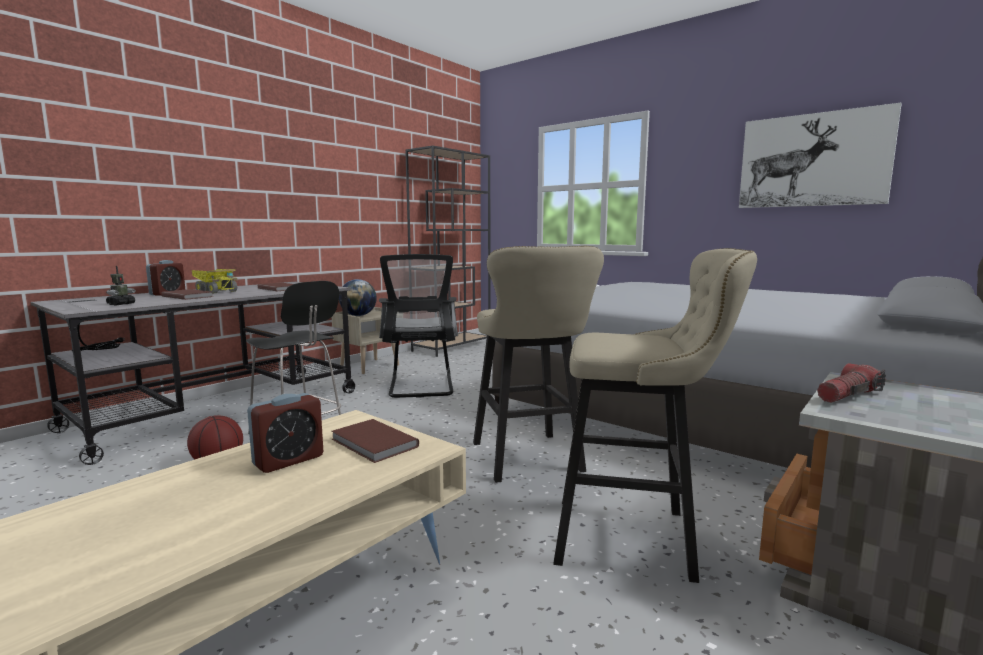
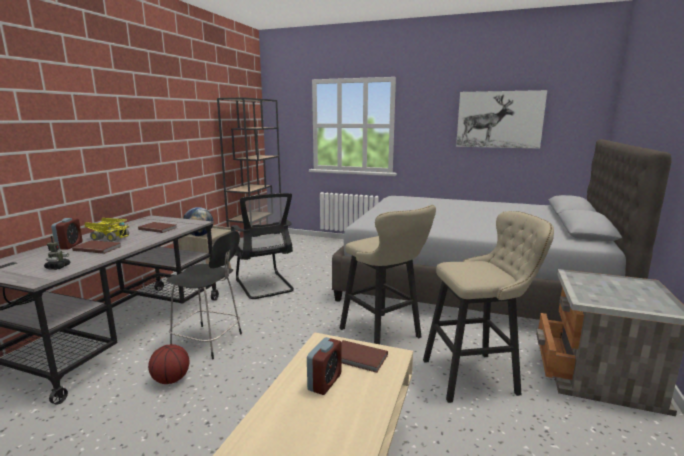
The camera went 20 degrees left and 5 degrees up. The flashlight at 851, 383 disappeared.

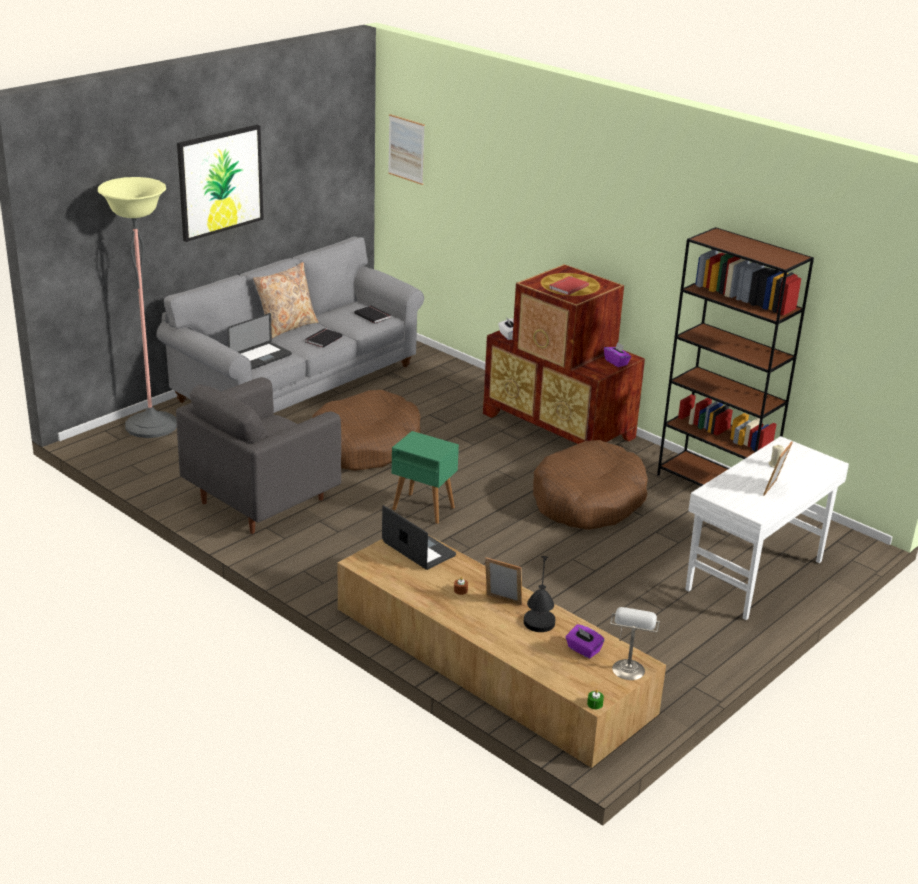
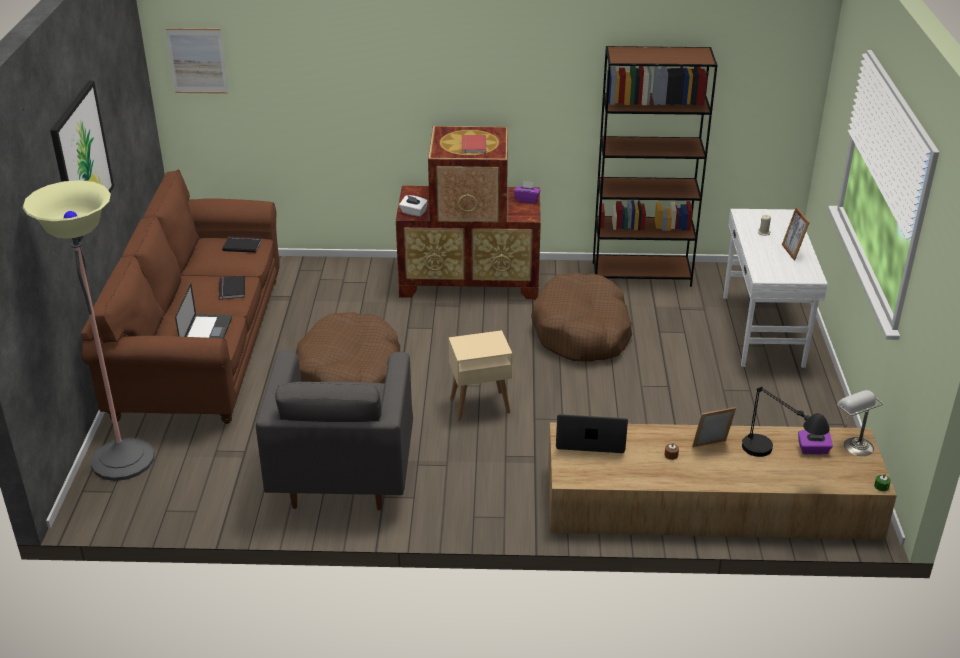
The camera went 40 degrees left and 5 degrees up. The beige throw pillow at 285, 300 disappeared. The greyish couch at 290, 325 became the brownish couch at 180, 296. The green-coloured accent table at 425, 477 became the beige accent table at 480, 375.

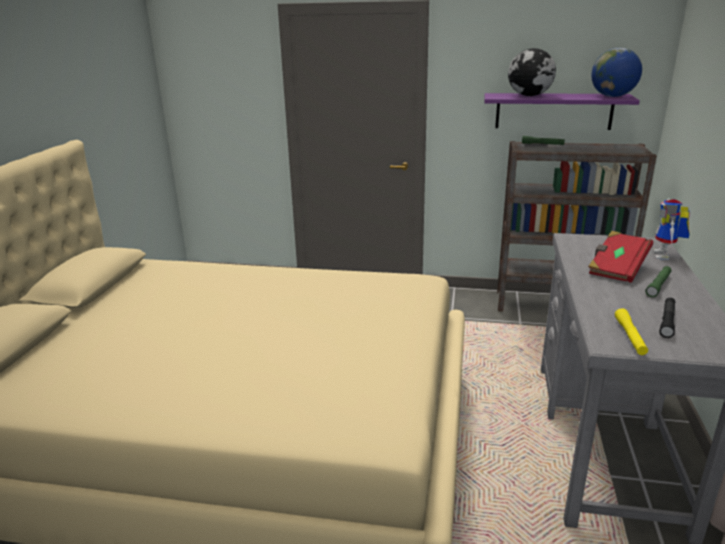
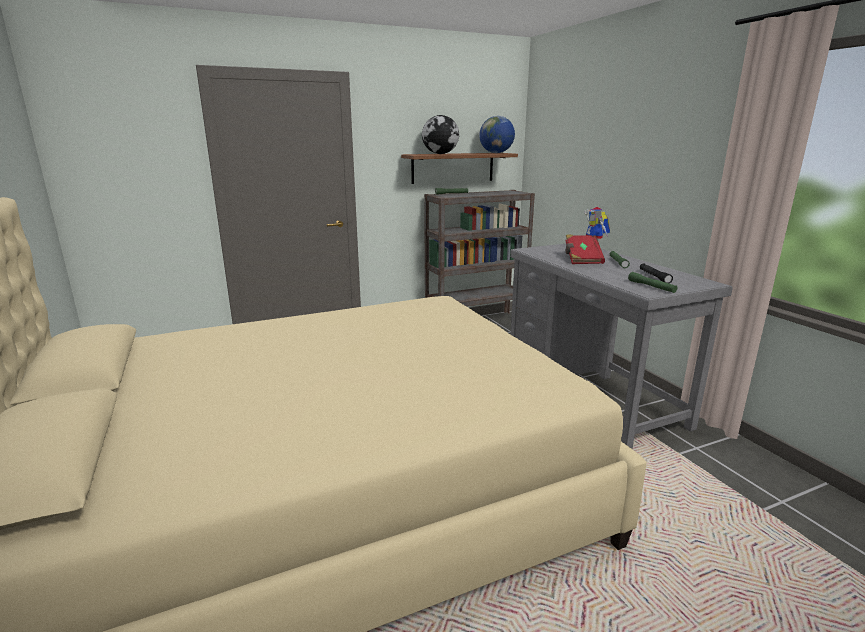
The camera went 35 degrees left and 5 degrees down. The purplish shelf at 562, 111 became the brownish shelf at 459, 168. The yellow-coloured flashlight at 631, 331 became the green-coloured flashlight at 652, 282.

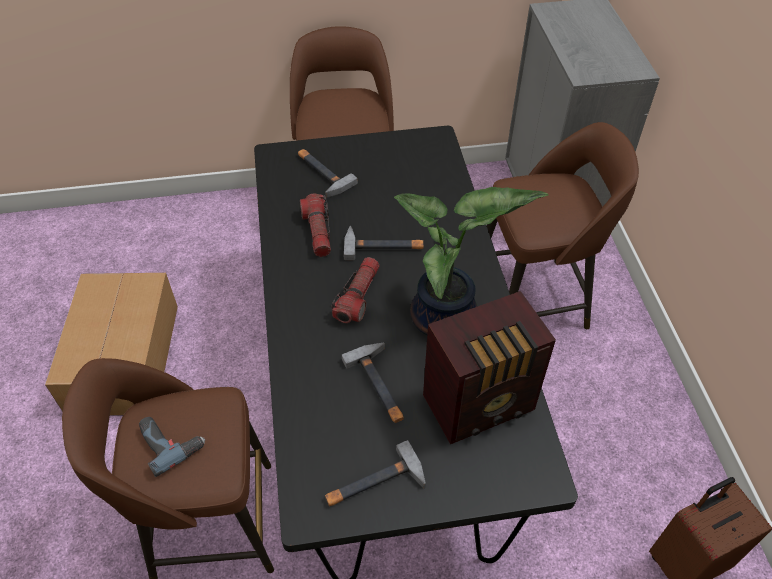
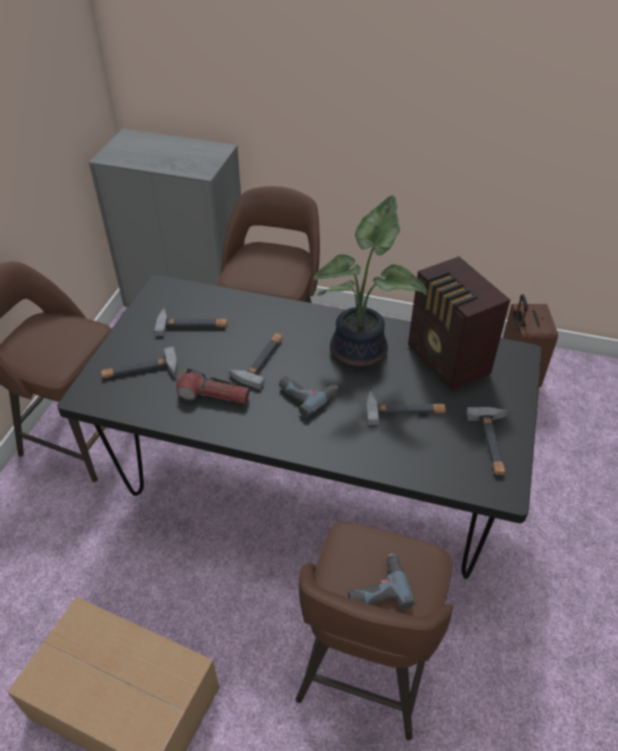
The camera went 65 degrees left and 5 degrees down. The tool hammer at 190, 322 appeared. The flashlight at 356, 290 was replaced by the drill at 308, 396. The radio receiver at 489, 367 turned 150 degrees clockwise.

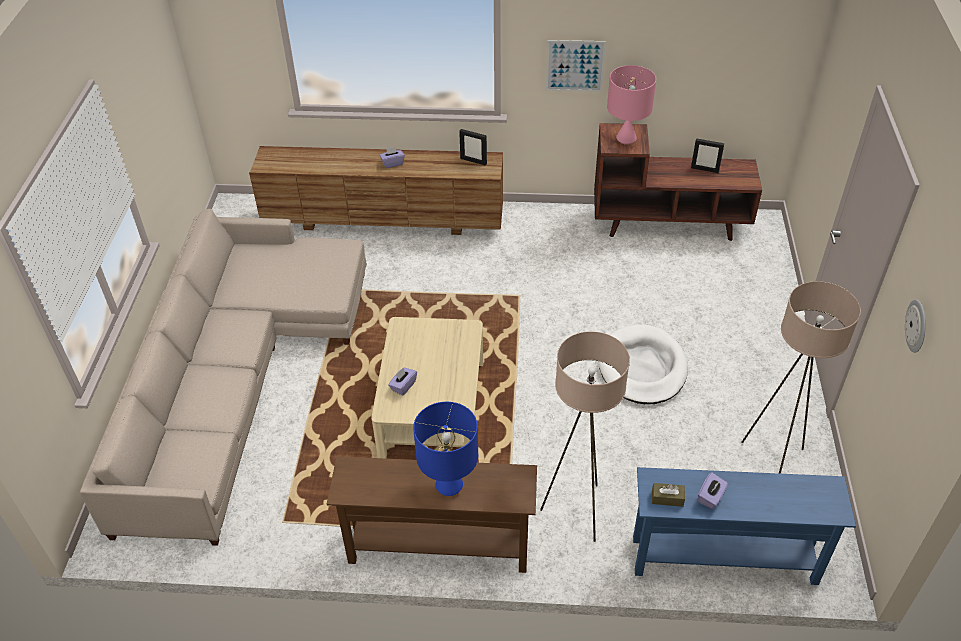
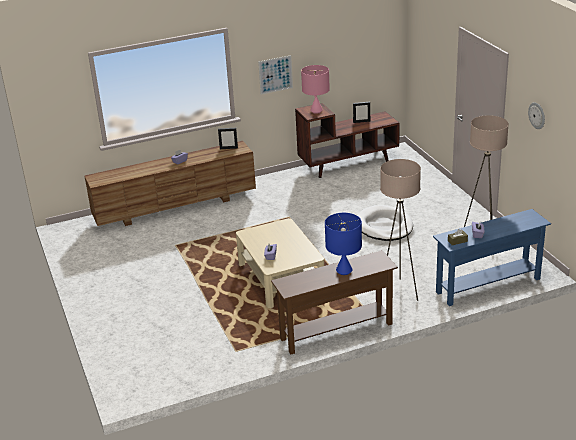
The camera went 25 degrees left and 15 degrees down. The beige couch at 223, 377 disappeared.

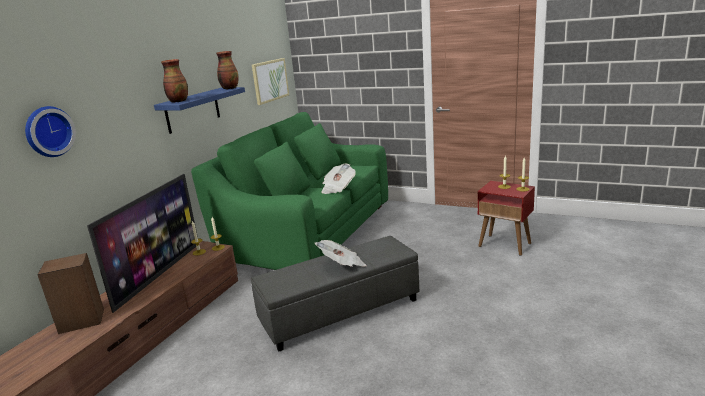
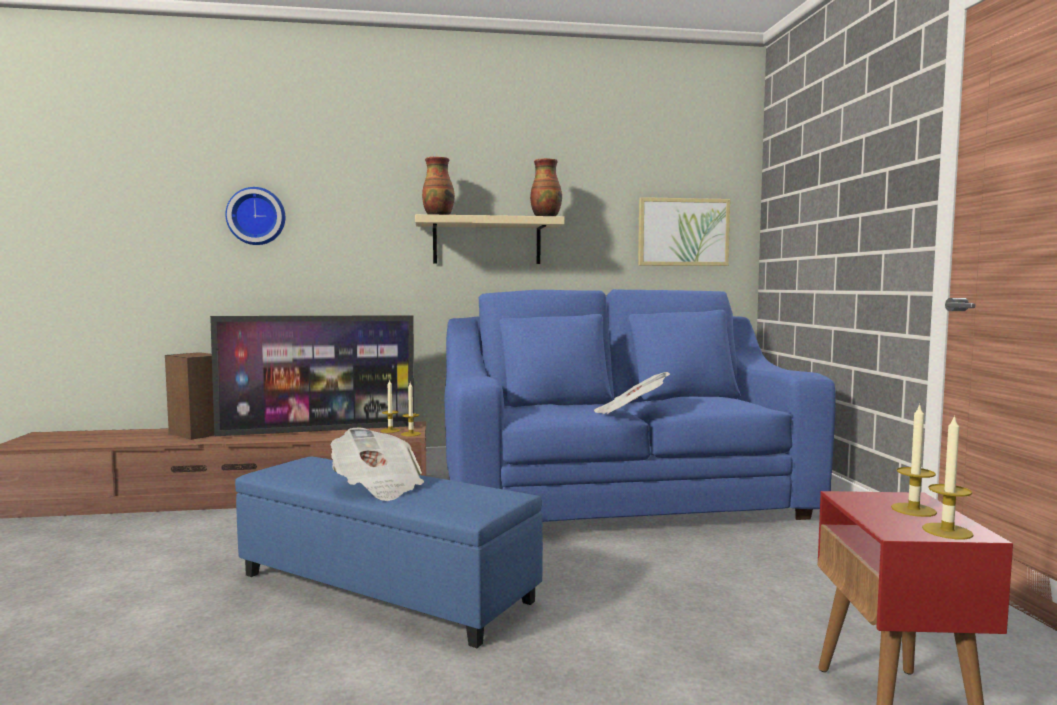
The camera went 55 degrees right and 15 degrees down. The bluish shelf at 199, 110 became the beige shelf at 490, 239. The green-coloured couch at 289, 191 became the bluish couch at 640, 405. The greyish pouffe at 335, 294 became the bluish pouffe at 389, 552.

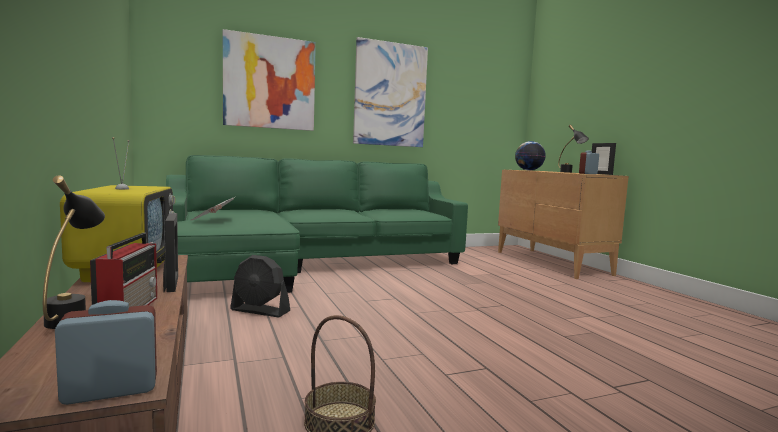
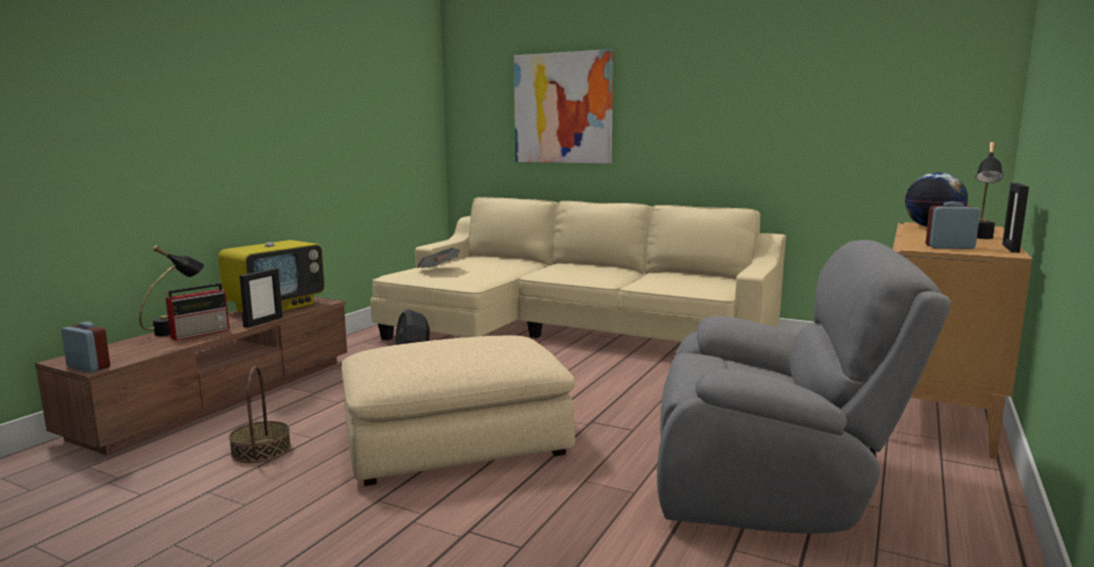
The camera went 50 degrees right and 5 degrees up. The picture at 390, 92 disappeared. The beige pouffe at 458, 410 appeared. The greyish armchair at 804, 387 appeared. The green-coloured couch at 317, 224 became the beige couch at 578, 269.

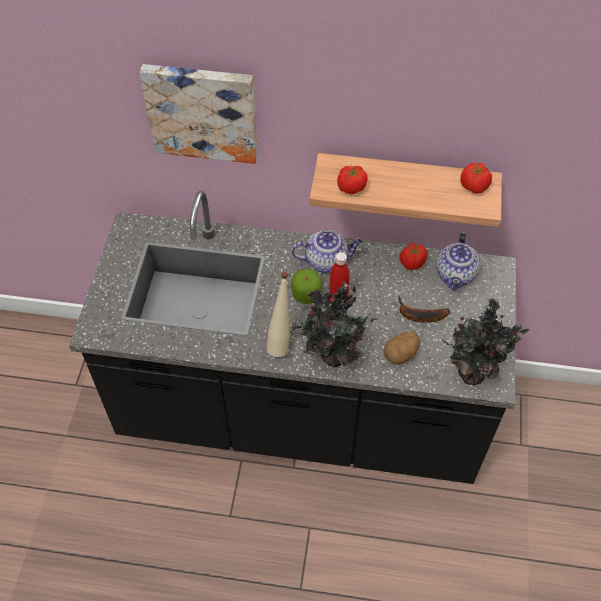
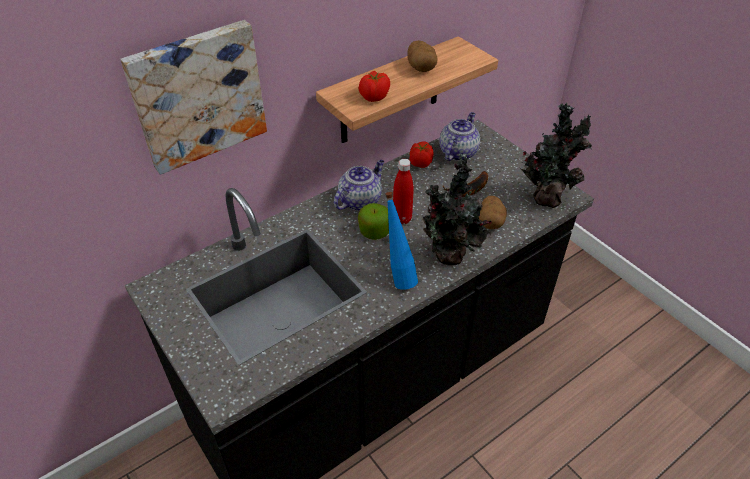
The camera went 45 degrees left and 10 degrees down. The tomato at 476, 178 disappeared. The potato at 422, 56 appeared. The beige bottle at 278, 314 became the bluish bottle at 401, 241. The pot for tea at 458, 261 turned 120 degrees counterclockwise.

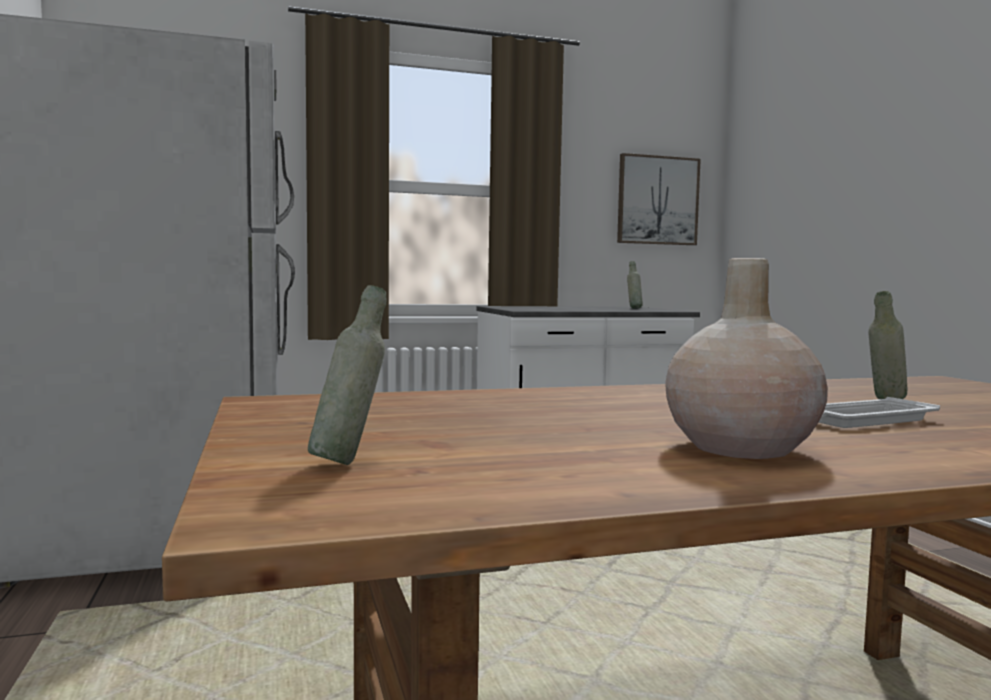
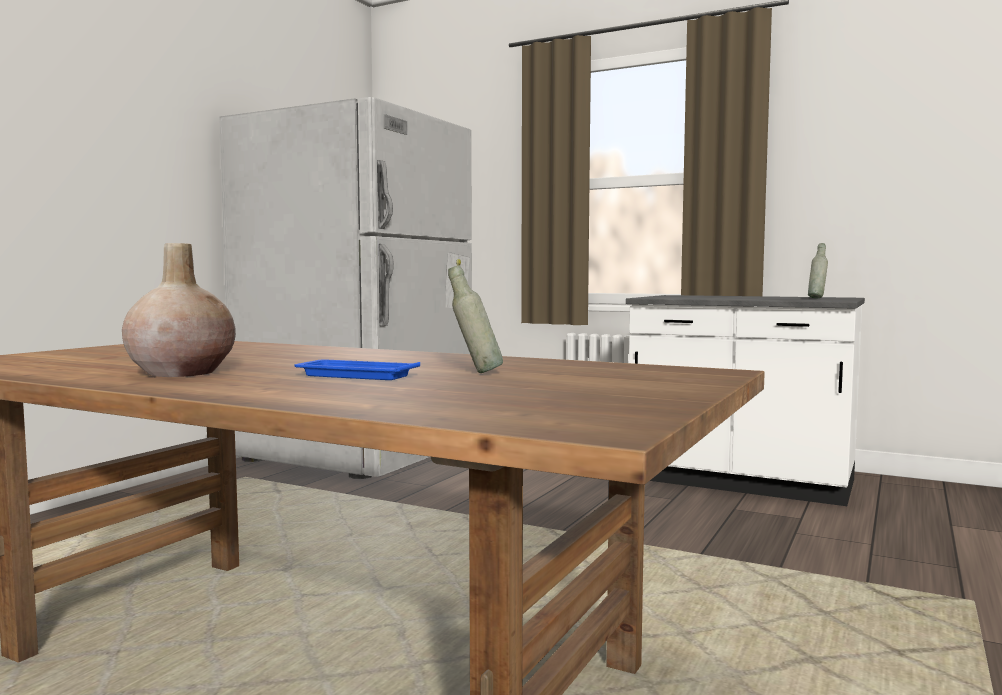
The camera went 45 degrees right and 0 degrees up. The greyish bottle at 347, 375 disappeared. The picture at 659, 199 disappeared. The whitish serving tray at 879, 412 became the bluish serving tray at 357, 369.

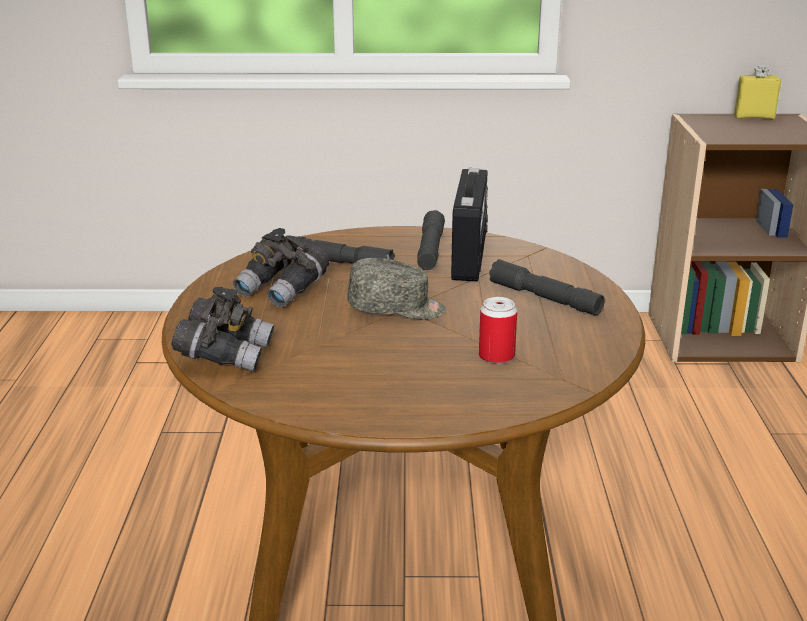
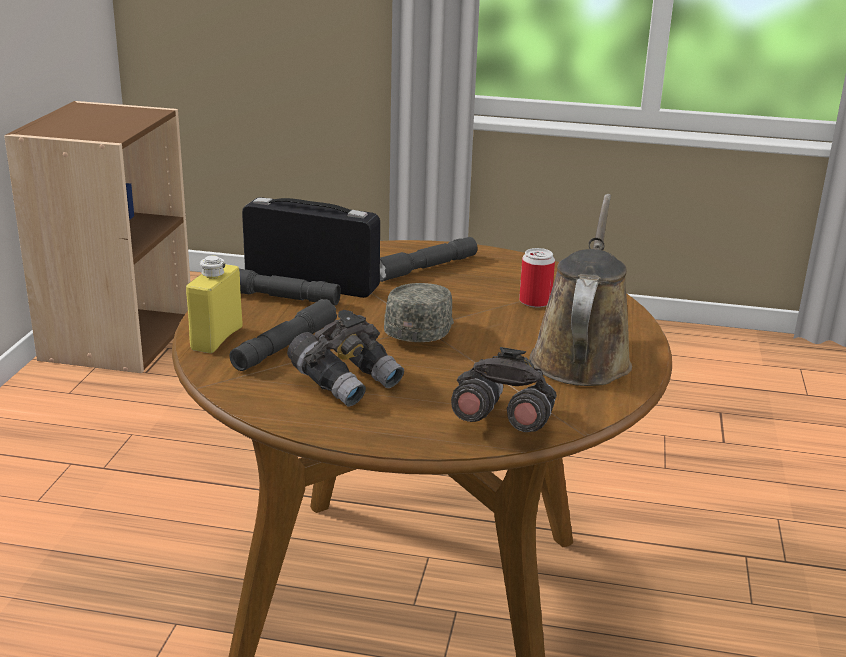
The camera went 80 degrees left and 0 degrees up. The brownish watering can at 580, 290 appeared. The yellow-coloured bottle moved from 757, 92 to 214, 304.

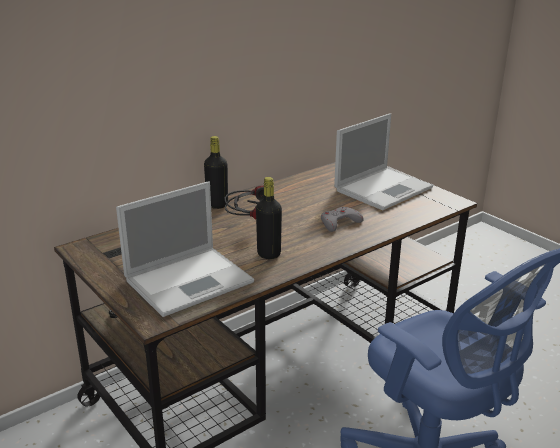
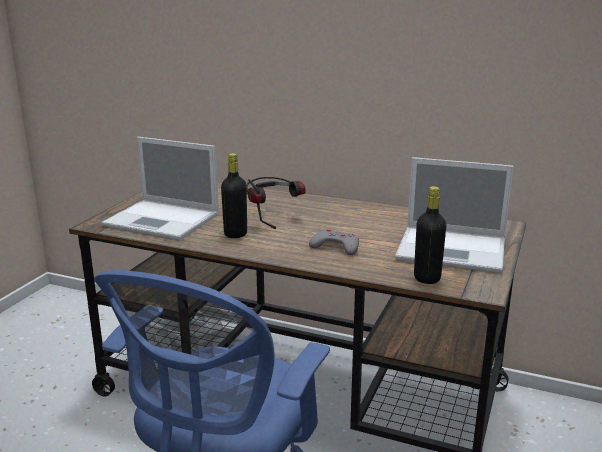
The camera went 60 degrees right and 5 degrees down. The black-coloured bottle moved from 216, 172 to 430, 235.

